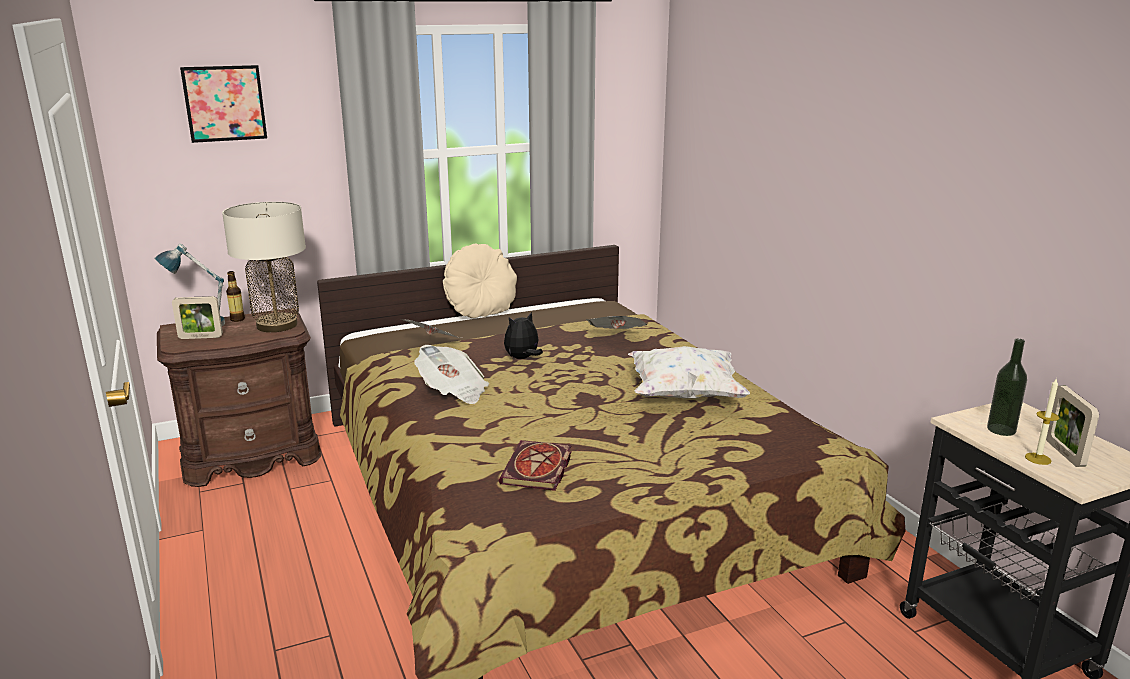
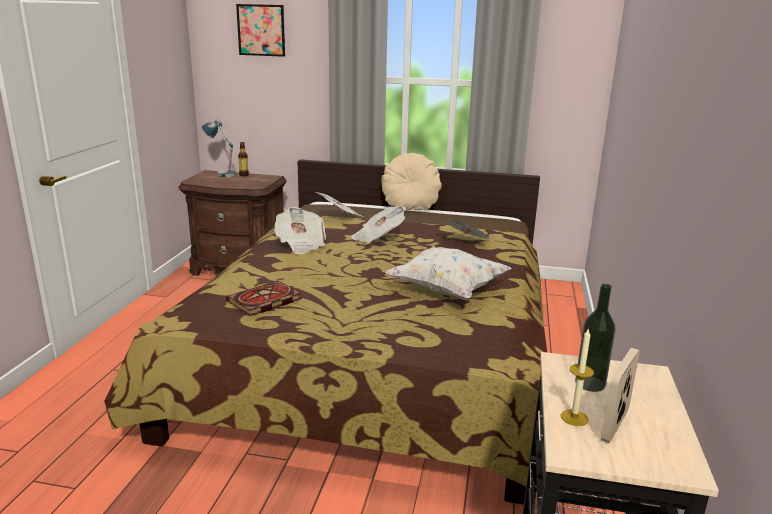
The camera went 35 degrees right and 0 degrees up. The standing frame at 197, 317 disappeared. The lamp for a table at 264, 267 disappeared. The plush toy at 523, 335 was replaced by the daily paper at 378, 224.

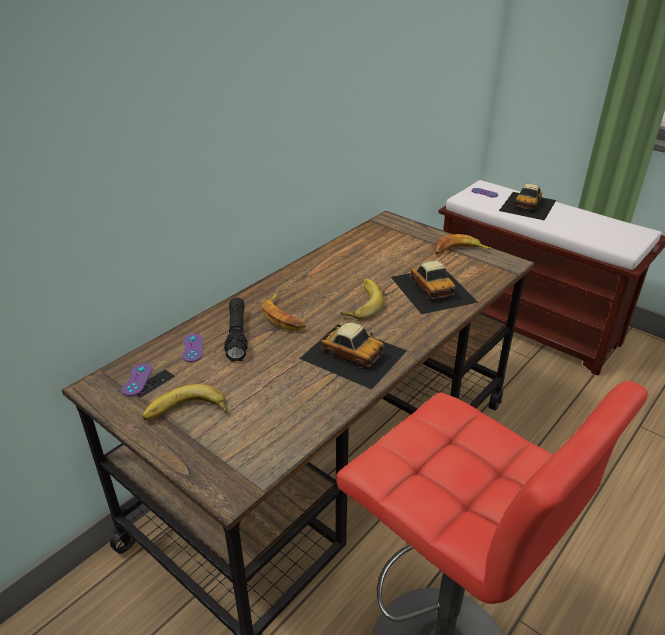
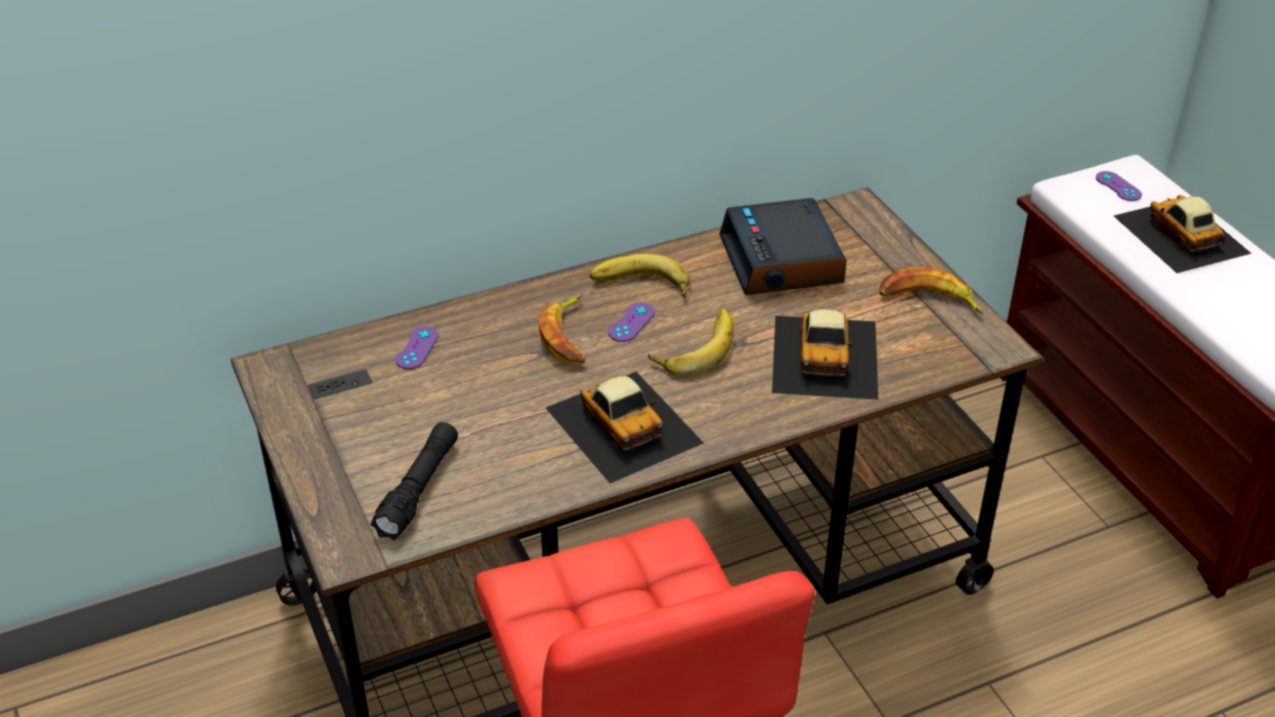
The camera went 25 degrees right and 5 degrees up. The table clock at 783, 246 appeared. The purplish gamepad moved from 136, 380 to 631, 322. The banana moved from 185, 402 to 640, 275. The black-coloured flashlight moved from 236, 330 to 414, 481. The model car at 527, 202 turned 105 degrees clockwise.

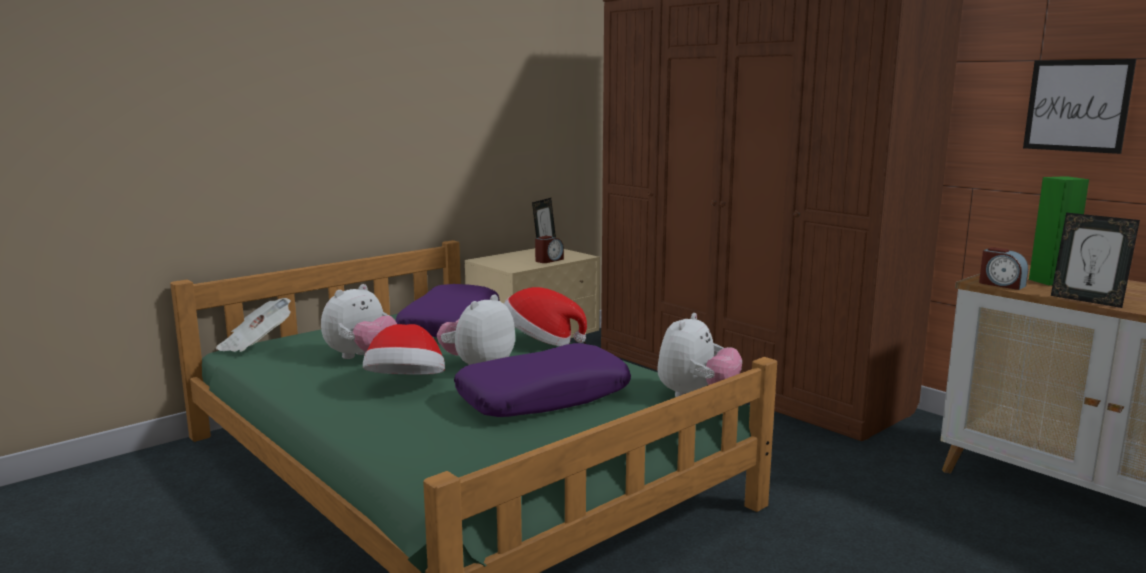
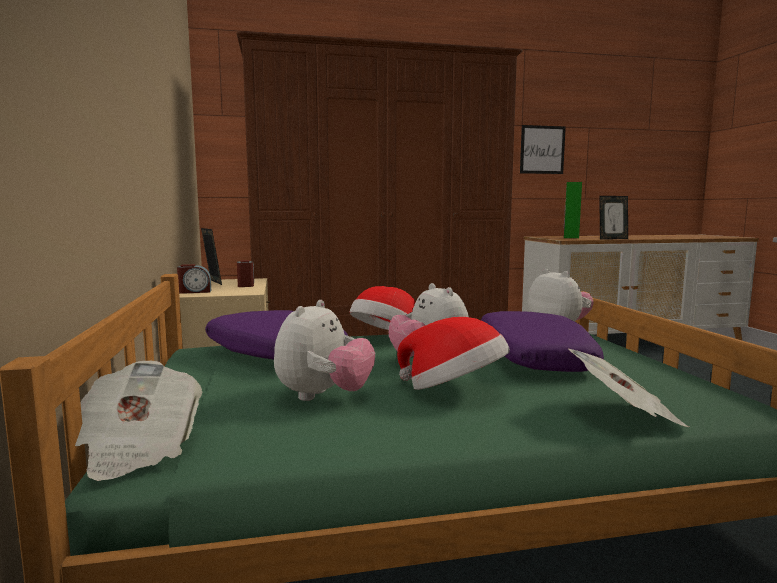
The camera went 60 degrees left and 5 degrees down. The daily paper at 629, 388 appeared. The table clock moved from 1003, 268 to 194, 279. The plush toy at 359, 321 turned 45 degrees clockwise.

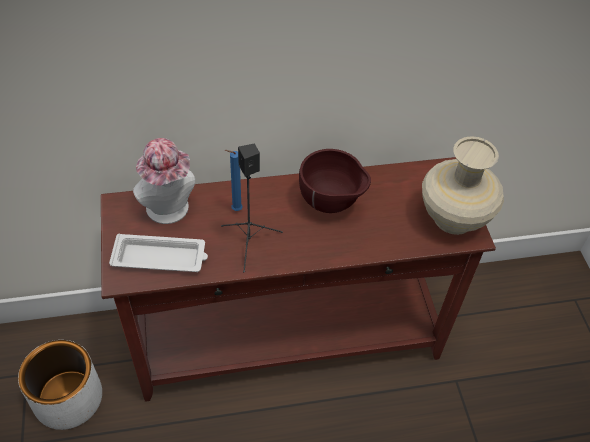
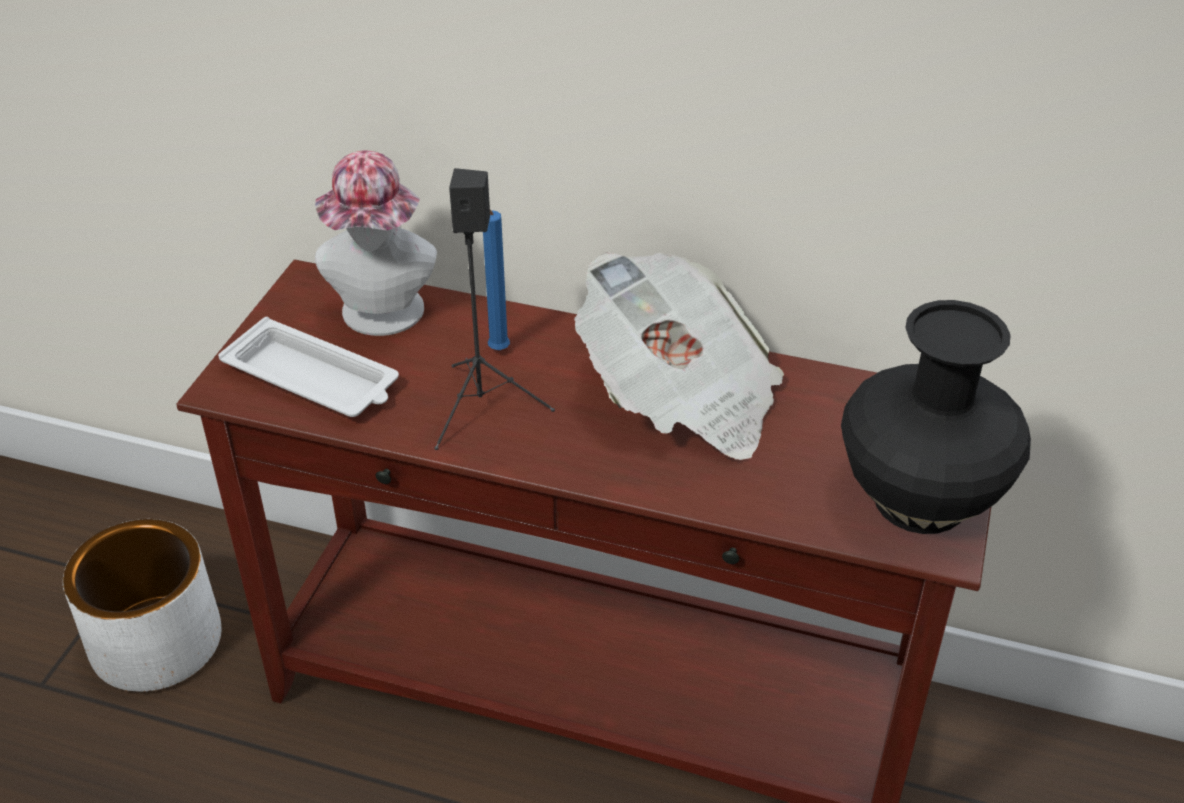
The camera went 30 degrees right and 10 degrees down. The brownish deep dish at 335, 181 was replaced by the daily paper at 679, 356. The beige decorative vase at 463, 185 became the black-coloured decorative vase at 936, 417.

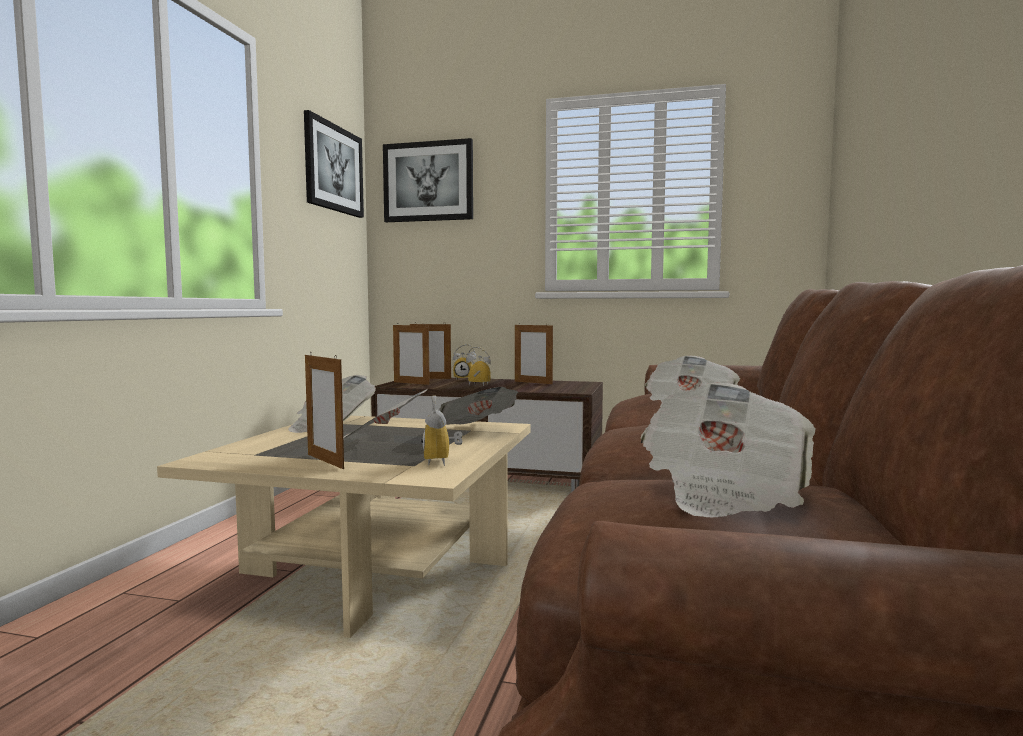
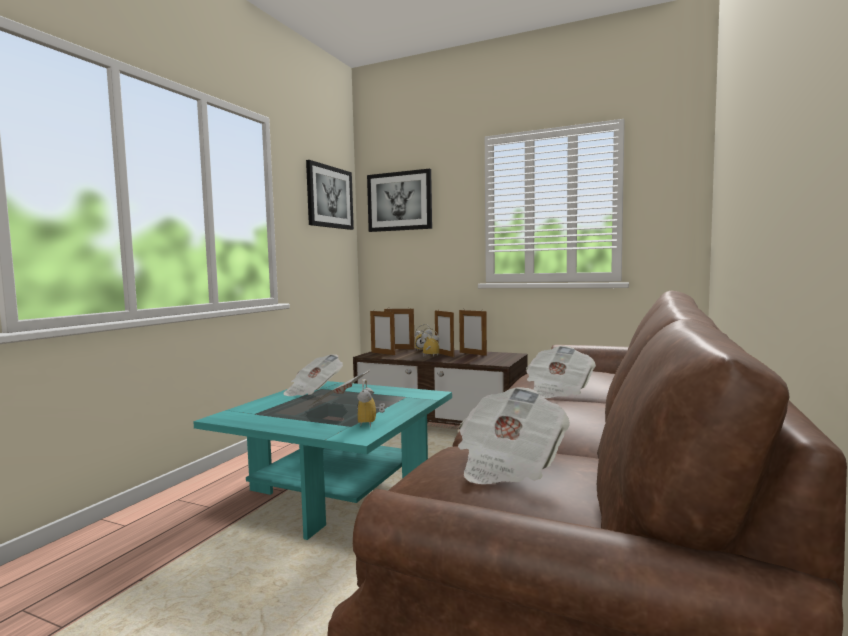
The camera went 10 degrees right and 0 degrees up. The daily paper at 478, 406 disappeared. The standing frame moved from 324, 410 to 444, 333. The beige low table at 344, 527 became the turquoise-coloured low table at 322, 460.

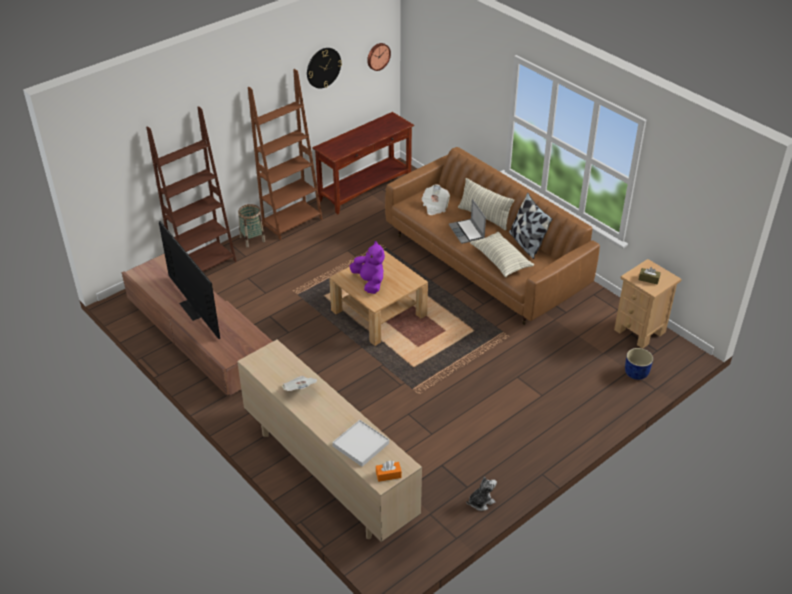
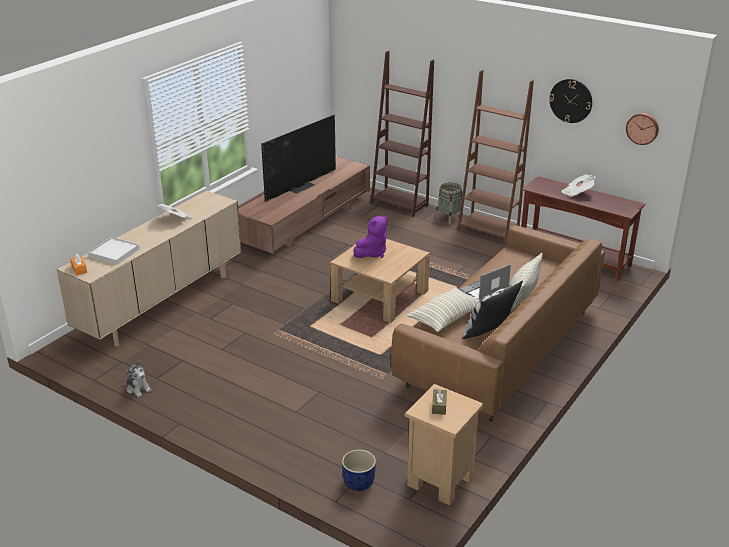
The camera went 75 degrees right and 10 degrees down. The daily paper moved from 435, 199 to 578, 185.

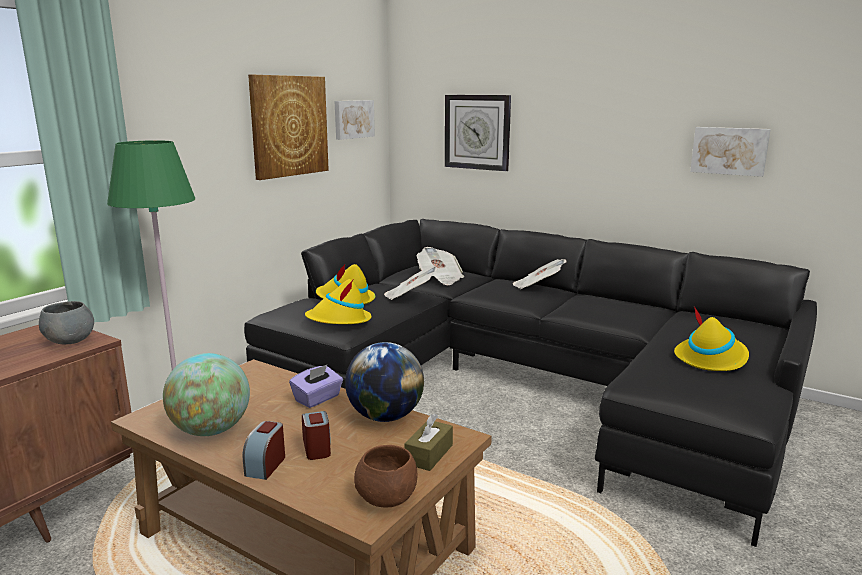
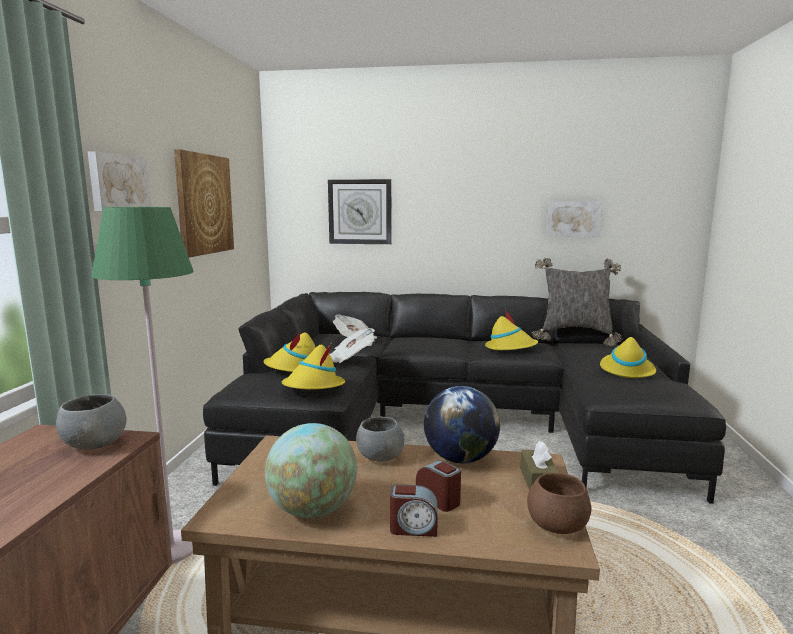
The camera went 25 degrees left and 5 degrees down. The daily paper at 540, 274 disappeared. The yellow-coloured hat at 511, 330 appeared. The throw pillow at 577, 302 appeared. The picture moved from 355, 120 to 120, 181. The purplish tissue holder at 316, 386 was replaced by the greyish deep dish at 380, 439. The table clock at 263, 450 turned 75 degrees counterclockwise.

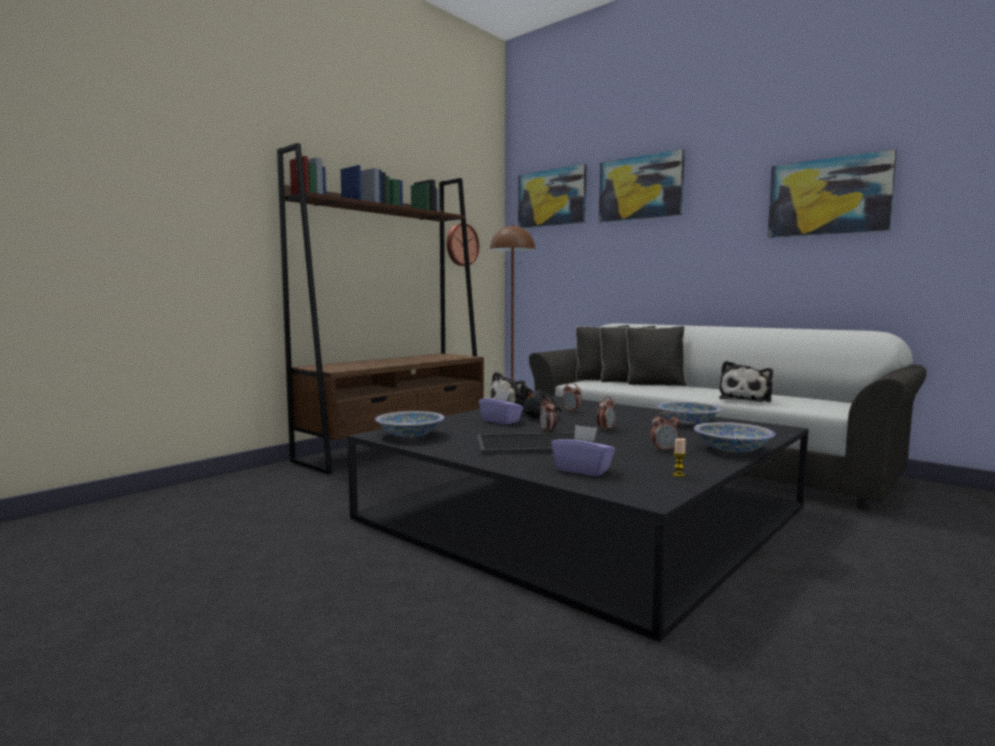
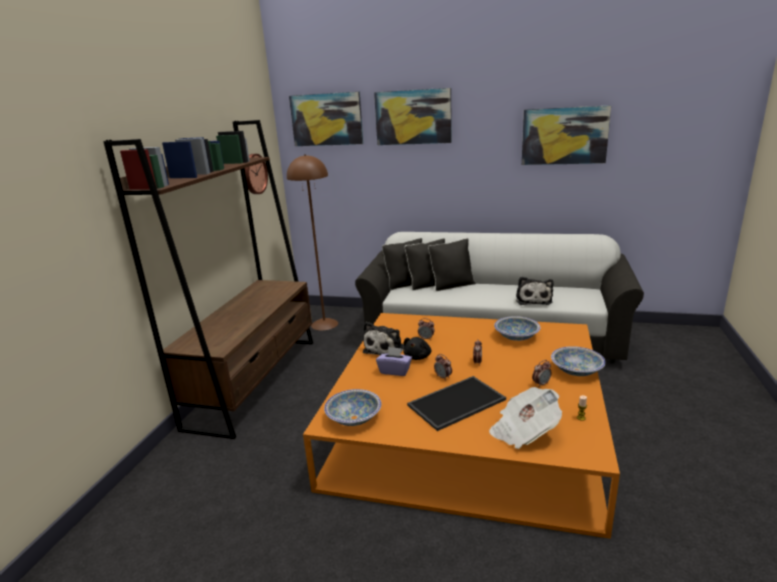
The camera went 25 degrees left and 15 degrees up. The purplish tissue holder at 583, 450 was replaced by the daily paper at 525, 418. The black-coloured low table at 578, 518 became the orangey low table at 461, 426.

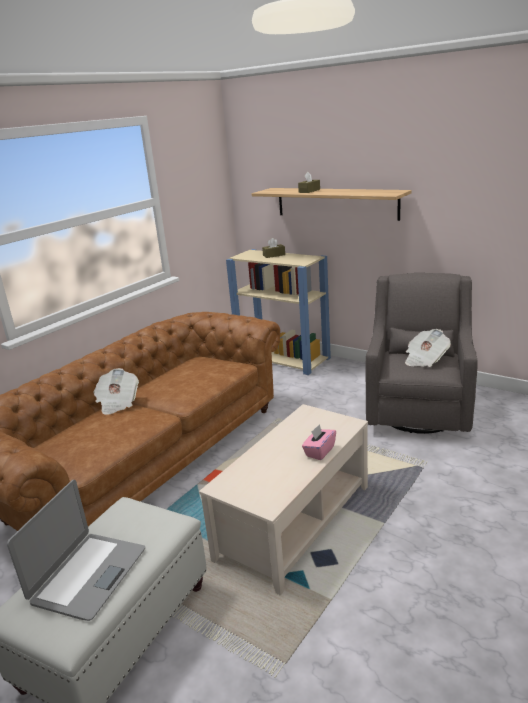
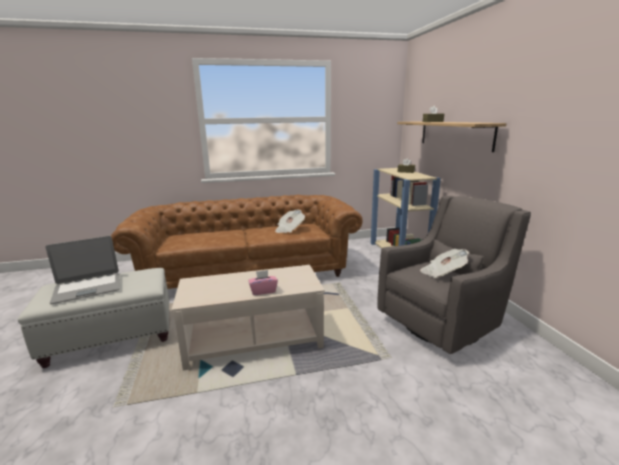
The camera went 40 degrees right and 5 degrees down. The daily paper moved from 116, 391 to 290, 221.

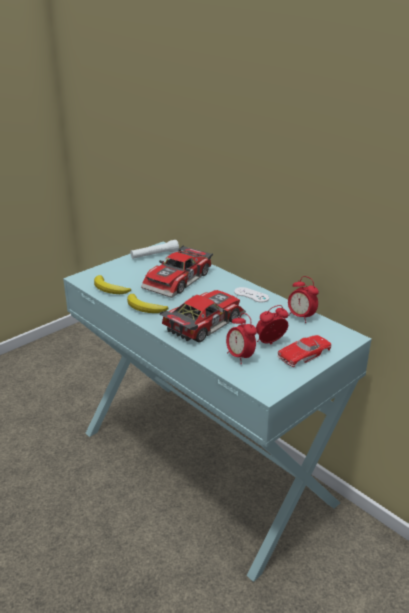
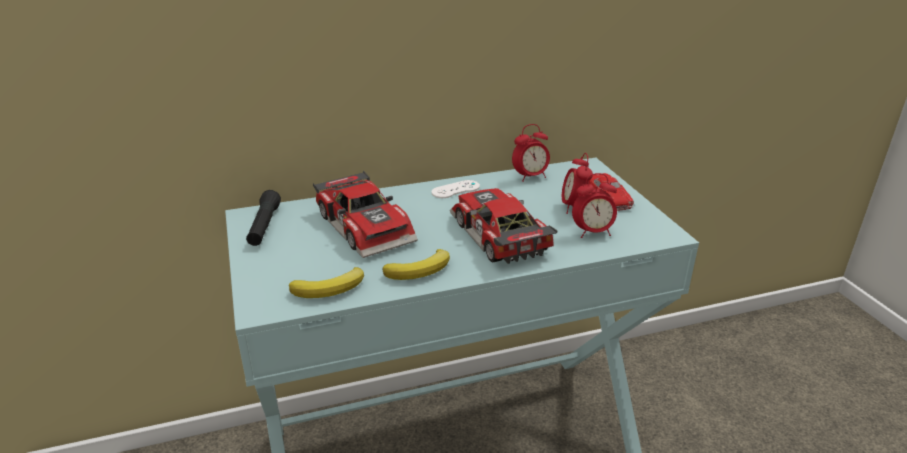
The camera went 65 degrees left and 0 degrees up. The whitish flashlight at 154, 249 became the black-coloured flashlight at 263, 218.

